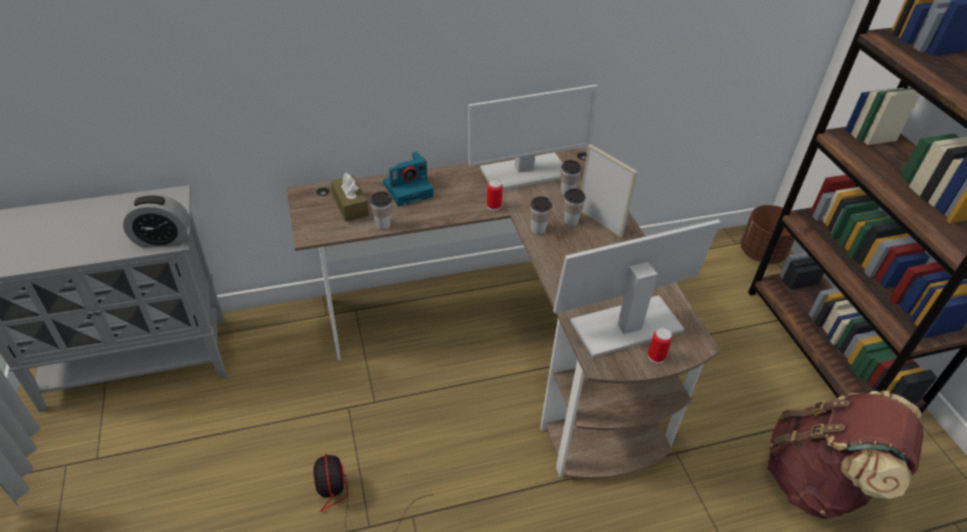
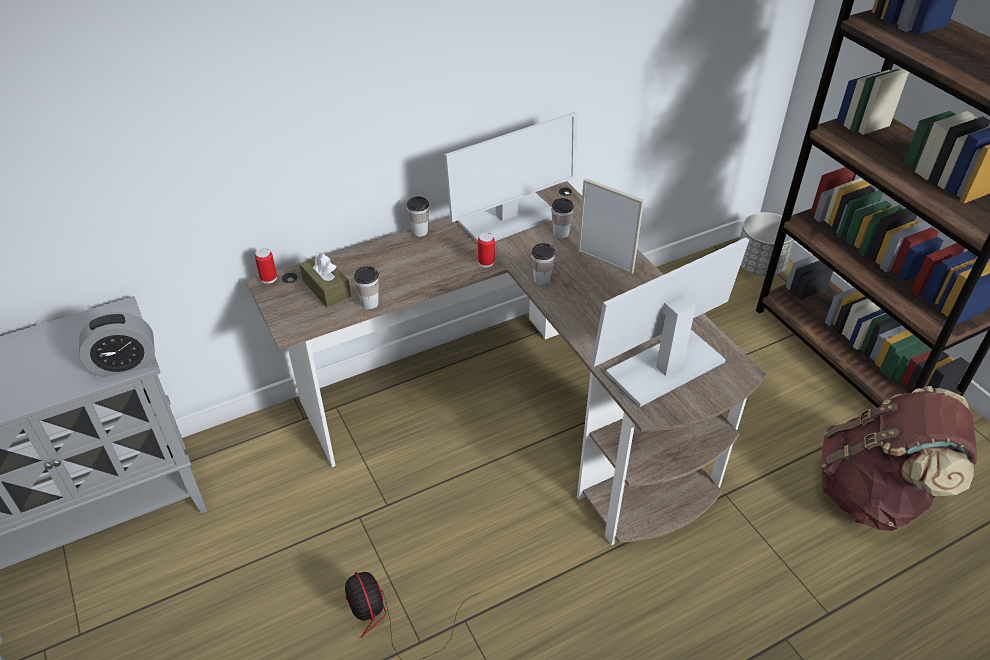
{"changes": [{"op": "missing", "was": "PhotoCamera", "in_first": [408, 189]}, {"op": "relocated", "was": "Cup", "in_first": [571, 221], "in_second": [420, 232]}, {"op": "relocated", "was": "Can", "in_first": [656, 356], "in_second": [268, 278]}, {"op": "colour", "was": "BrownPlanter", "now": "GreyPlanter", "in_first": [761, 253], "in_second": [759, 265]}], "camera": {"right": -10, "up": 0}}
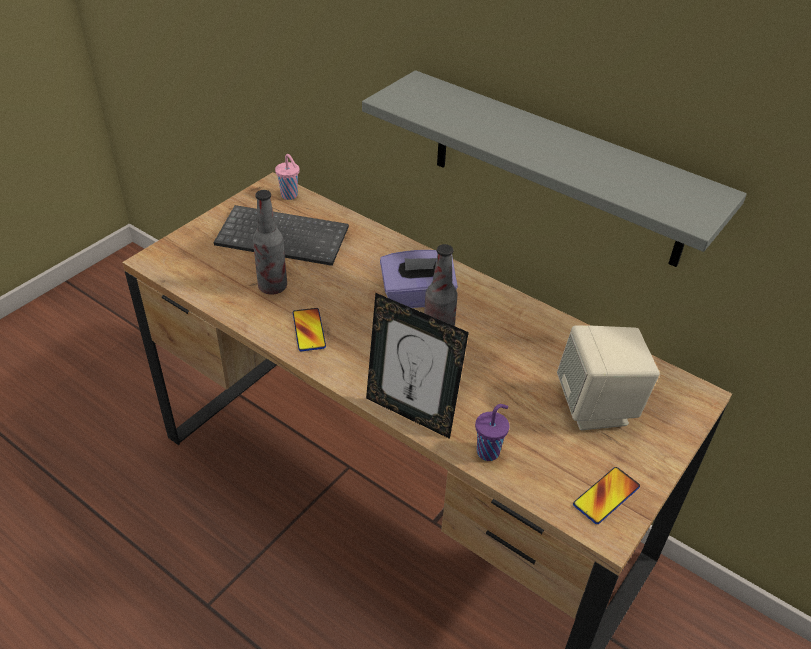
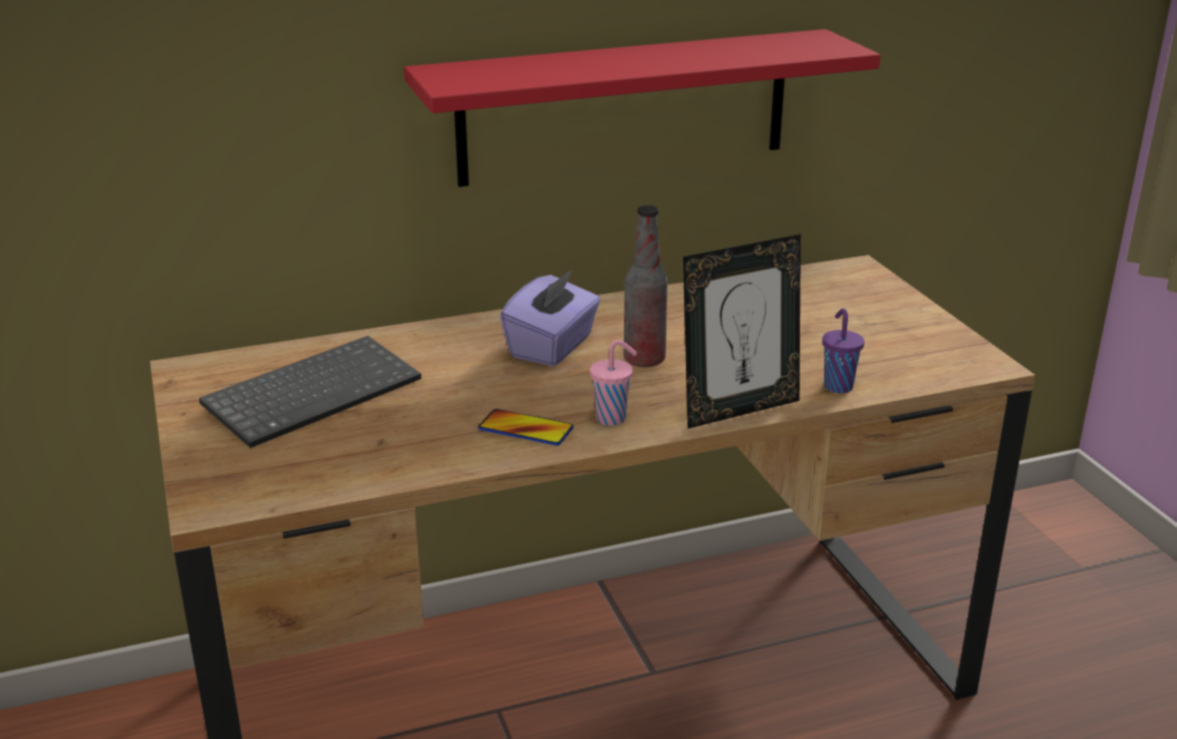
{"changes": [{"op": "missing", "was": "Bottle", "in_first": [272, 287]}, {"op": "relocated", "was": "PinkCup", "in_first": [290, 196], "in_second": [613, 418]}, {"op": "colour", "was": "GreyShelf", "now": "RedShelf", "in_first": [557, 170], "in_second": [624, 107]}, {"op": "missing", "was": "BeigeSpeaker", "in_first": [597, 407]}, {"op": "missing", "was": "Phone", "in_first": [606, 496]}], "camera": {"right": -55, "up": -15}}
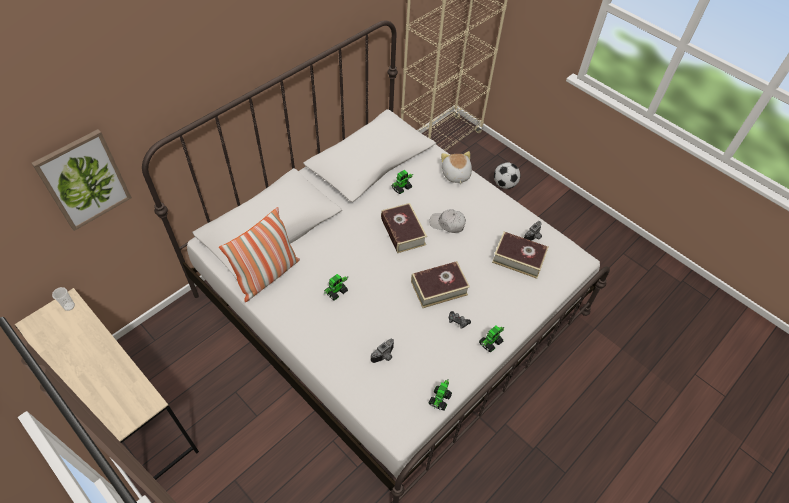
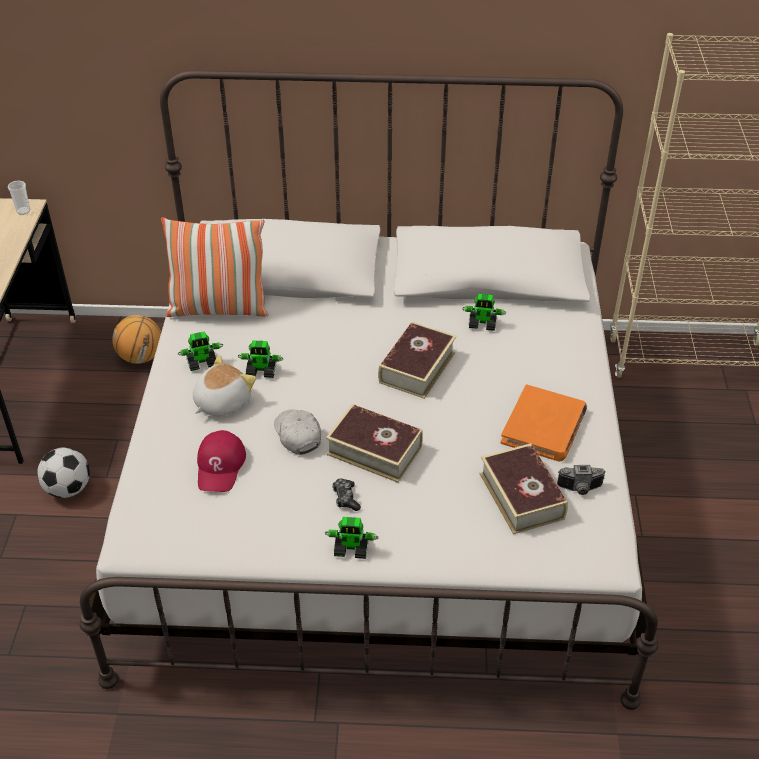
{"changes": [{"op": "missing", "was": "Picture", "in_first": [84, 180]}, {"op": "exchanged", "was": "PhotoCamera", "now": "RedCap", "in_first": [385, 356], "in_second": [220, 466]}, {"op": "relocated", "was": "ToyRobot", "in_first": [440, 399], "in_second": [202, 363]}, {"op": "relocated", "was": "WhiteCap", "in_first": [447, 224], "in_second": [297, 435]}, {"op": "relocated", "was": "PlushToy", "in_first": [455, 174], "in_second": [221, 402]}, {"op": "relocated", "was": "Football", "in_first": [504, 184], "in_second": [68, 489]}, {"op": "appeared", "now": "Basketball", "in_second": [141, 357]}, {"op": "appeared", "now": "OrangeBook", "in_second": [544, 427]}], "camera": {"right": 50, "up": -10}}
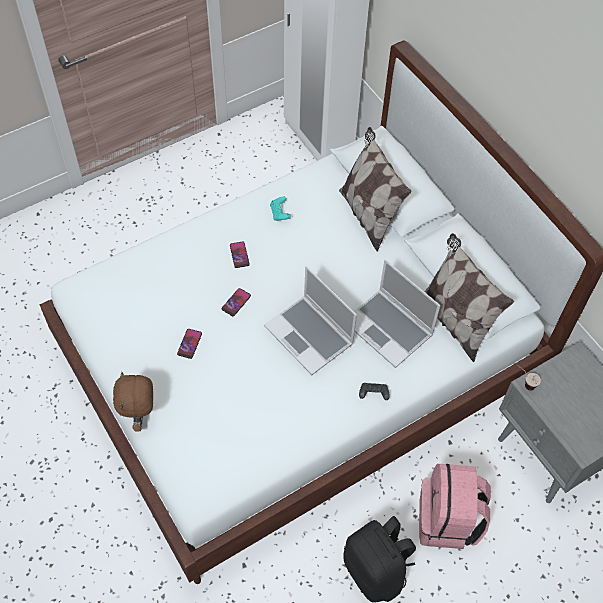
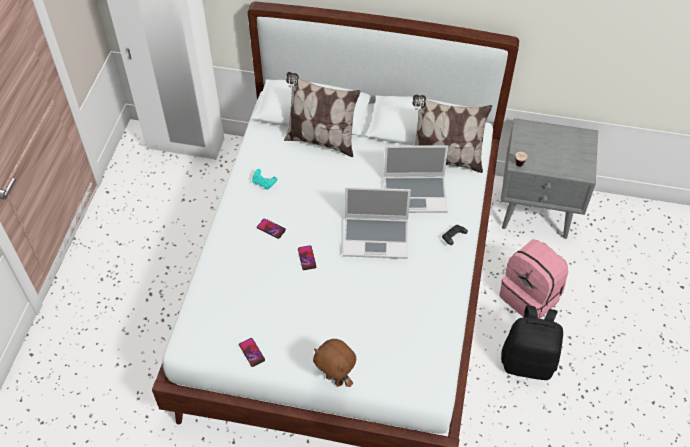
{"changes": [{"op": "relocated", "was": "Phone", "in_first": [189, 344], "in_second": [252, 352]}], "camera": {"right": -45, "up": -5}}
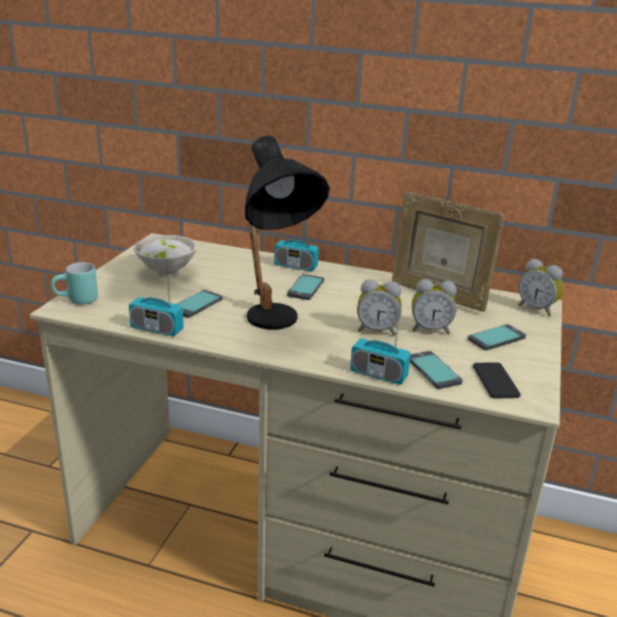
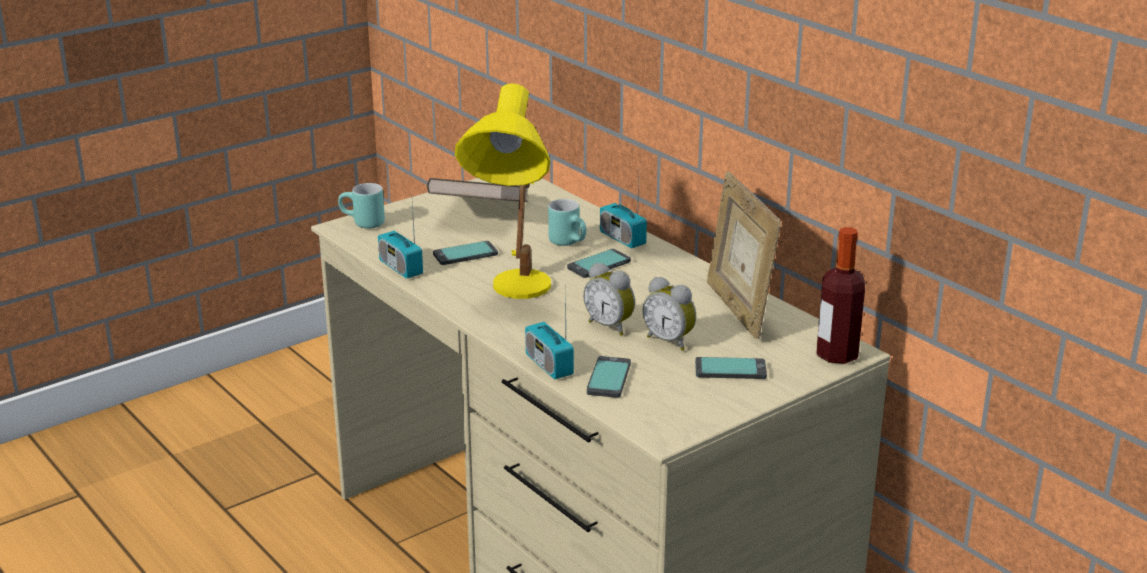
{"changes": [{"op": "exchanged", "was": "WhiteBowl", "now": "BrownBook", "in_first": [167, 272], "in_second": [479, 214]}, {"op": "colour", "was": "BlackTableLamp", "now": "YellowTableLamp", "in_first": [276, 326], "in_second": [513, 295]}, {"op": "missing", "was": "Phone", "in_first": [495, 381]}, {"op": "exchanged", "was": "AlarmClock", "now": "Bottle", "in_first": [537, 309], "in_second": [836, 355]}, {"op": "appeared", "now": "TurquoiseMug", "in_second": [570, 242]}], "camera": {"right": 35, "up": 0}}
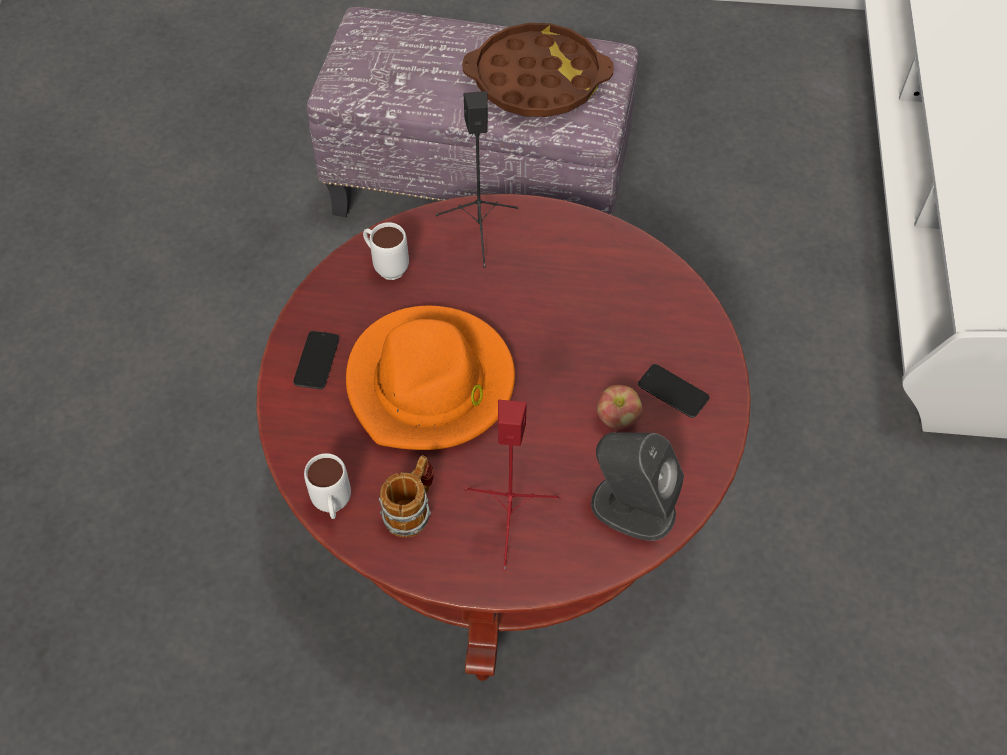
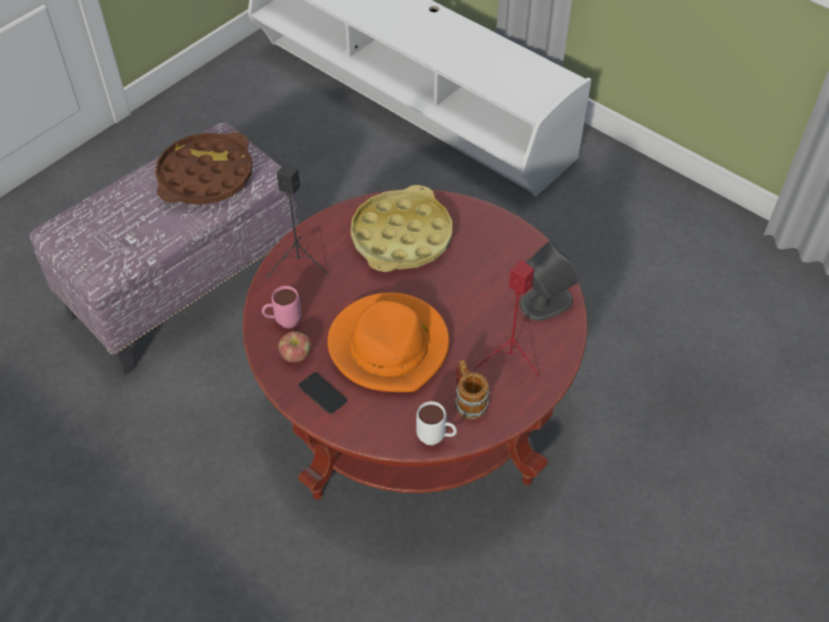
{"changes": [{"op": "colour", "was": "WhiteMug", "now": "PinkMug", "in_first": [386, 266], "in_second": [283, 322]}, {"op": "relocated", "was": "Apple", "in_first": [617, 418], "in_second": [296, 355]}, {"op": "missing", "was": "Phone", "in_first": [673, 391]}, {"op": "appeared", "now": "YellowTray", "in_second": [401, 237]}], "camera": {"right": -55, "up": -5}}
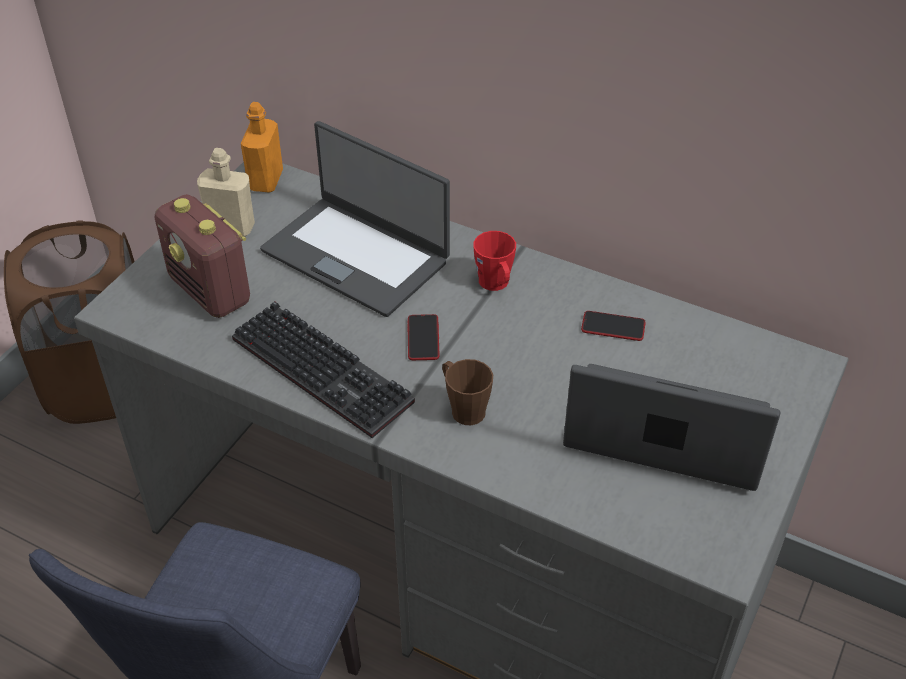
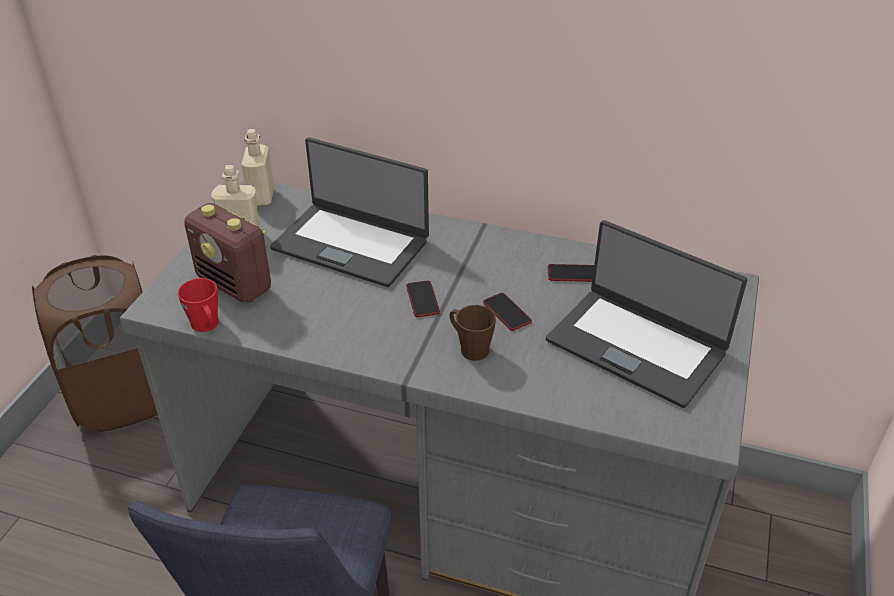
{"changes": [{"op": "missing", "was": "Keyboard", "in_first": [326, 370]}, {"op": "colour", "was": "OrangeBottle", "now": "BeigeBottle", "in_first": [266, 180], "in_second": [261, 196]}, {"op": "relocated", "was": "RedMug", "in_first": [496, 284], "in_second": [206, 326]}, {"op": "spun", "was": "Laptop", "in_first": [666, 431], "in_second": [636, 345], "clockwise": -150}, {"op": "appeared", "now": "Phone", "in_second": [507, 312]}], "camera": {"right": -10, "up": -5}}
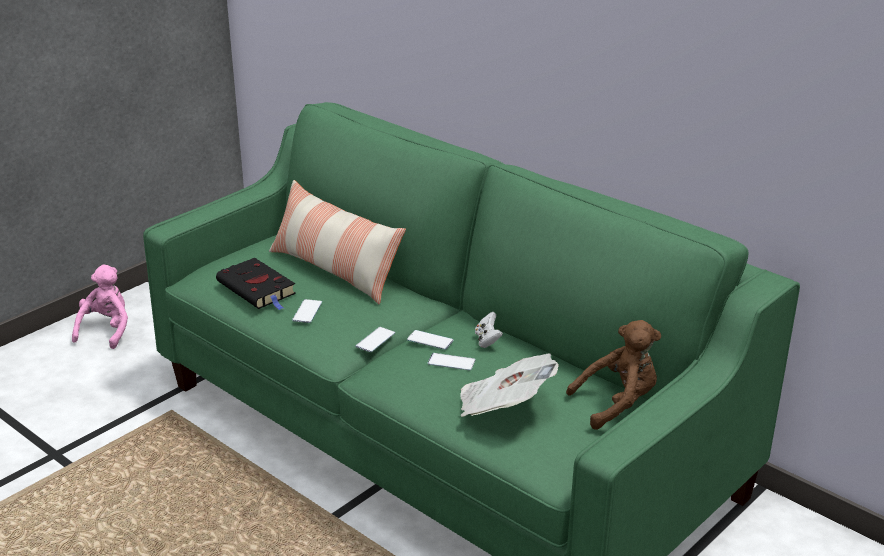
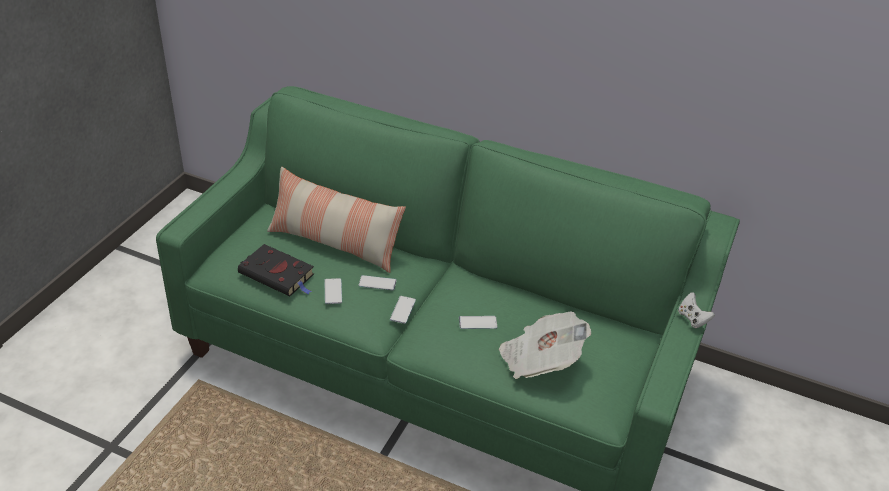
{"changes": [{"op": "missing", "was": "PinkPlushToy", "in_first": [106, 330]}, {"op": "relocated", "was": "Phone", "in_first": [430, 340], "in_second": [377, 283]}, {"op": "relocated", "was": "WhiteGameController", "in_first": [487, 340], "in_second": [692, 319]}, {"op": "missing", "was": "BrownPlushToy", "in_first": [617, 404]}], "camera": {"right": -20, "up": 10}}
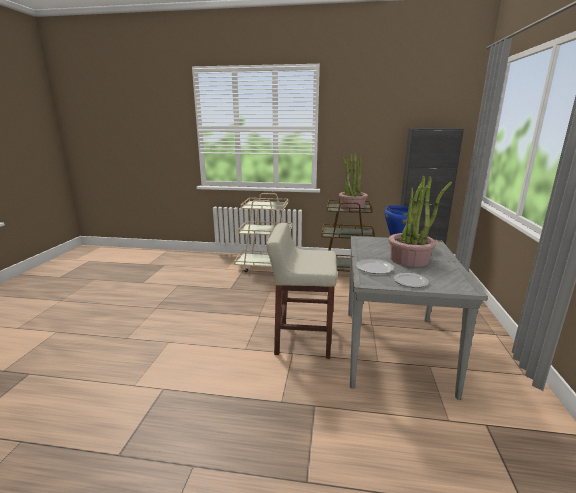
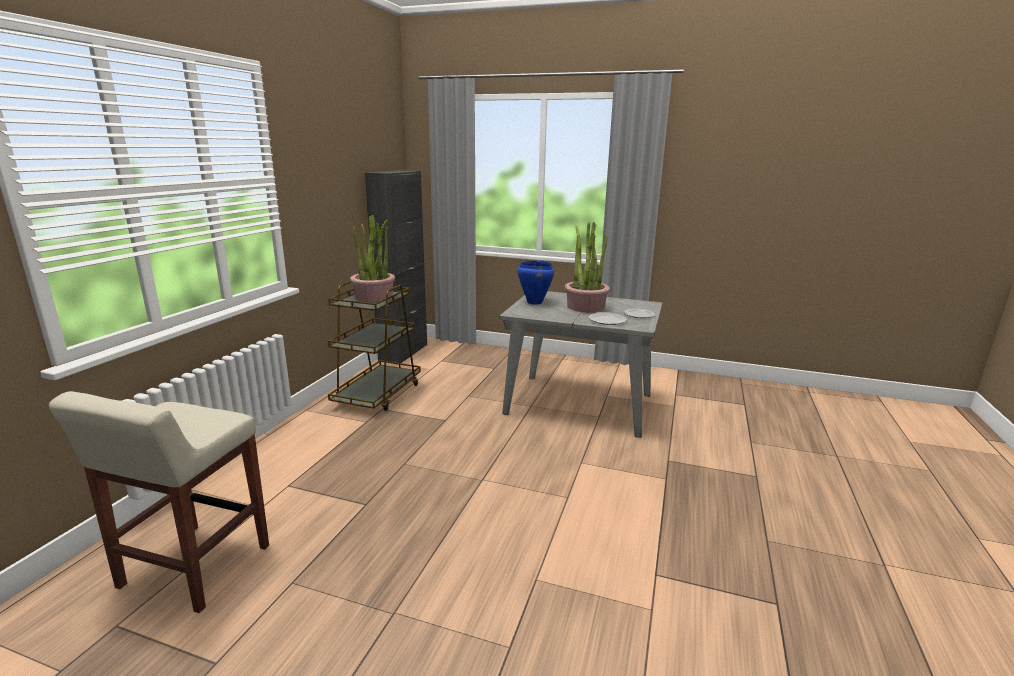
{"changes": [{"op": "missing", "was": "BeigeCart", "in_first": [267, 266]}, {"op": "relocated", "was": "BeigeStool", "in_first": [302, 339], "in_second": [194, 567]}], "camera": {"right": -80, "up": 0}}
